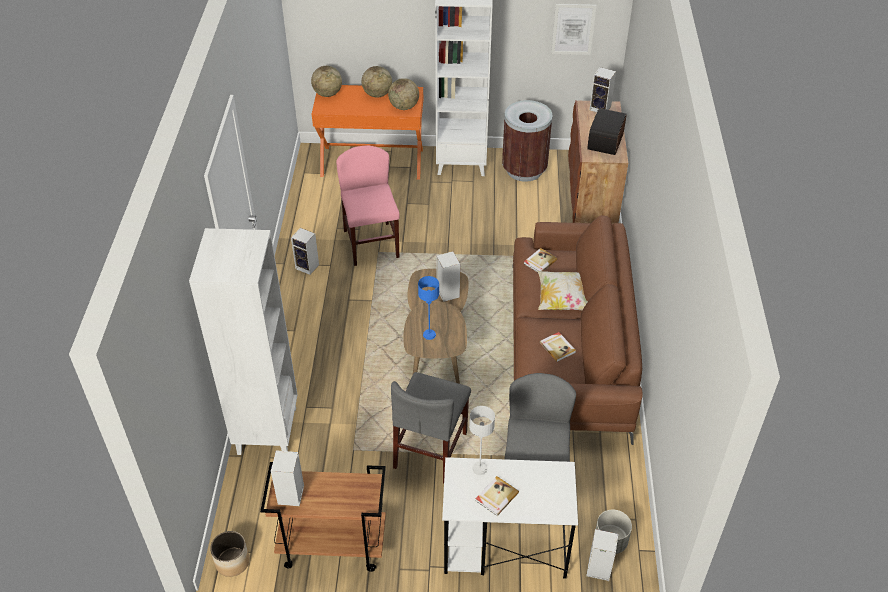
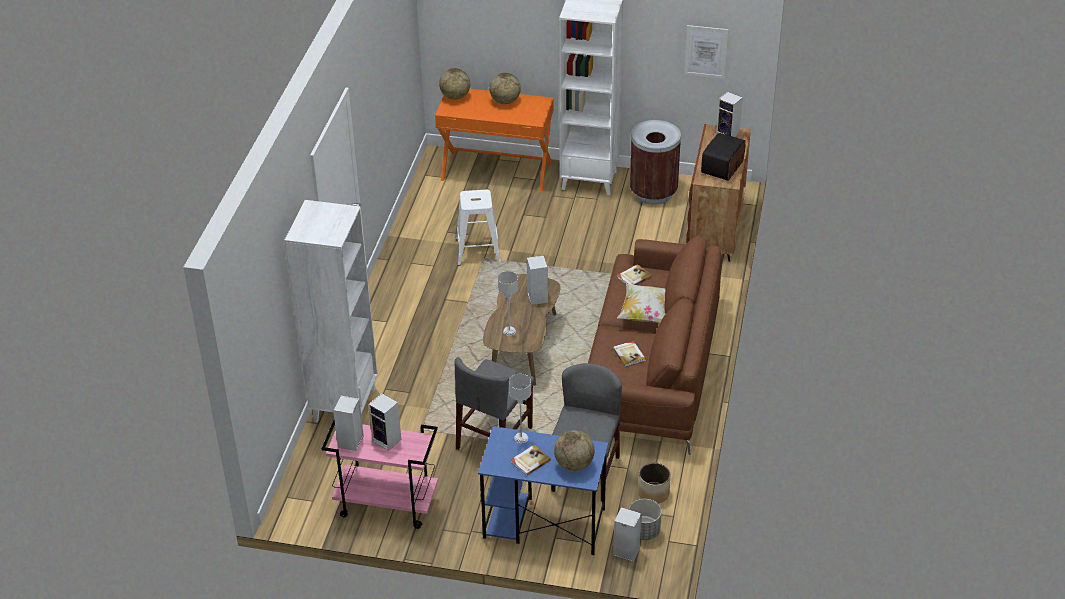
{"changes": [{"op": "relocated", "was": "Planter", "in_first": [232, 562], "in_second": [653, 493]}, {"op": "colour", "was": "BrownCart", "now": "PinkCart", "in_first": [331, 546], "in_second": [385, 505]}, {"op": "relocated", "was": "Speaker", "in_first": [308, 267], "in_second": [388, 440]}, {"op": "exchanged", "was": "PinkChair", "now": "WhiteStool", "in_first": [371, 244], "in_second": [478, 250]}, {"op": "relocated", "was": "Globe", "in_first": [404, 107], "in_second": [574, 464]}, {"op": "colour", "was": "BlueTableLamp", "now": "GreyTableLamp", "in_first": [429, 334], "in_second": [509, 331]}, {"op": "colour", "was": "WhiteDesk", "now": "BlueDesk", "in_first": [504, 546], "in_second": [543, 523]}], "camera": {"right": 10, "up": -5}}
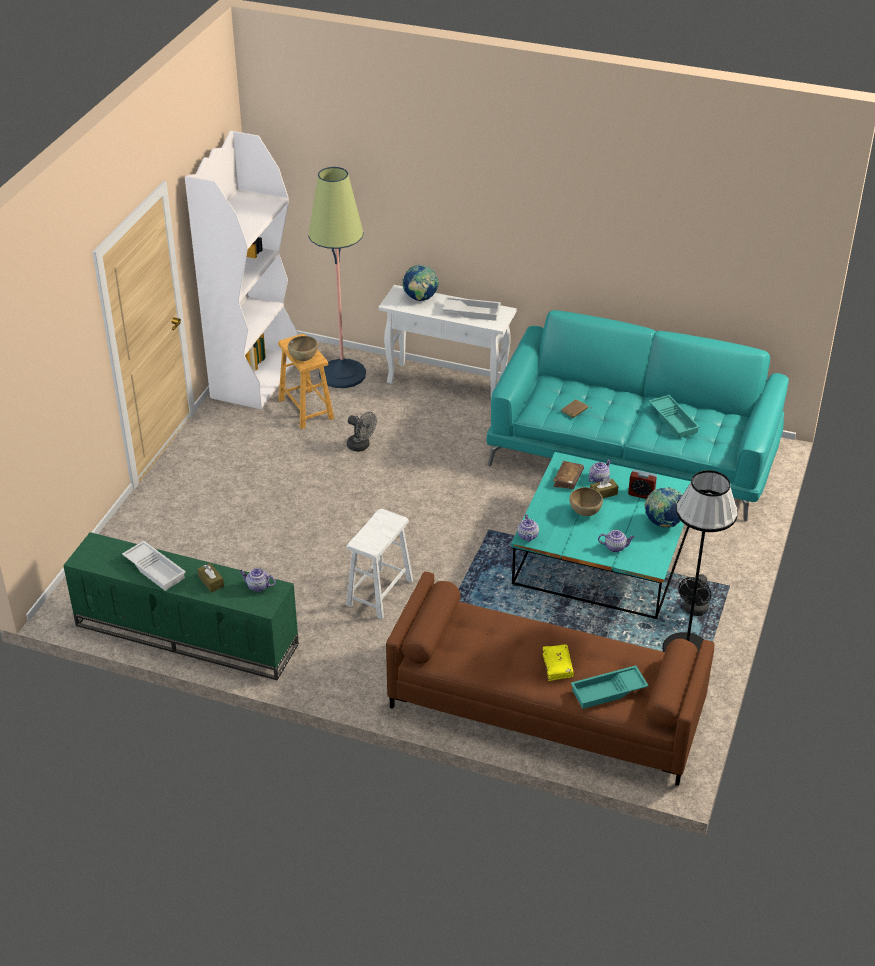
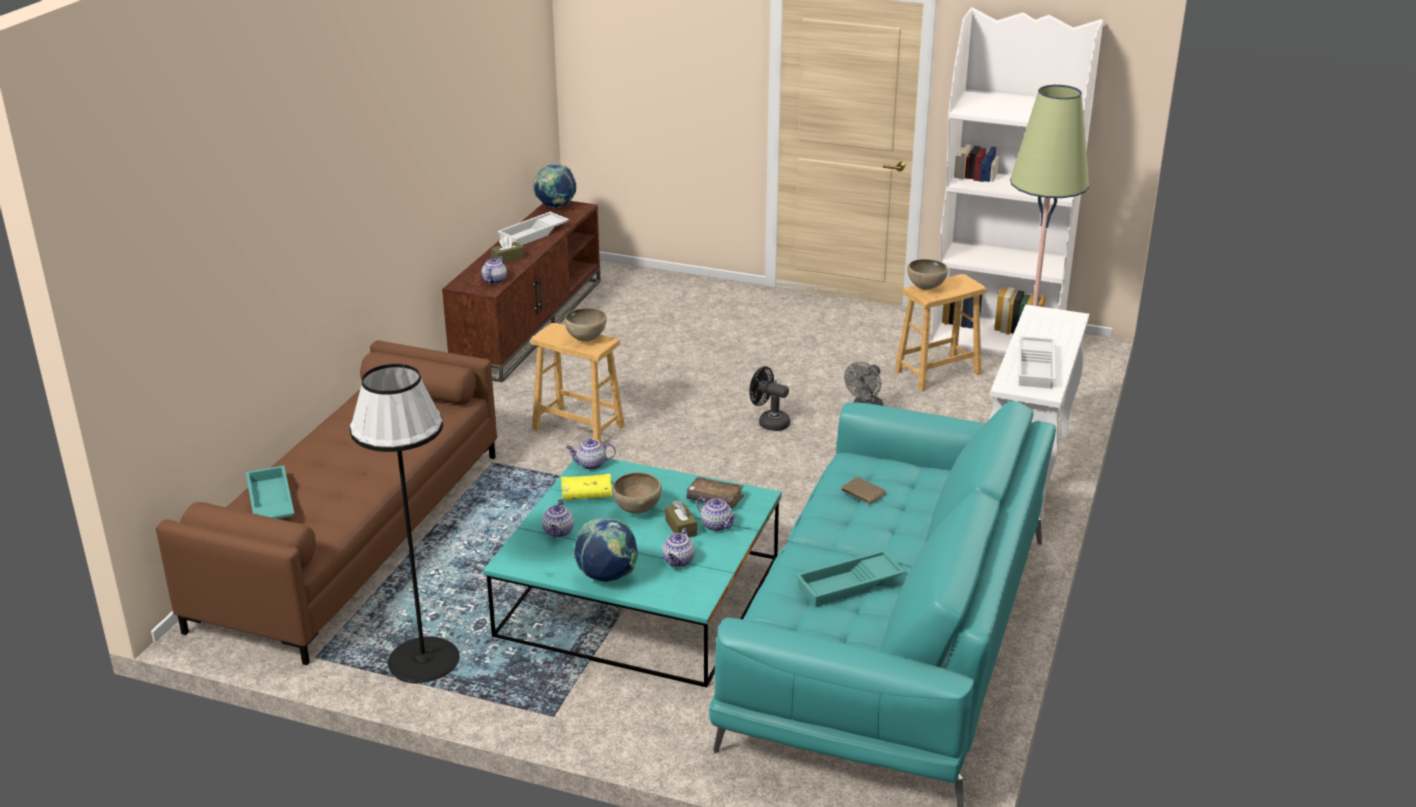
{"changes": [{"op": "colour", "was": "GreenTvStand", "now": "BrownTvStand", "in_first": [184, 635], "in_second": [528, 324]}, {"op": "colour", "was": "WhiteStool", "now": "BrownStool", "in_first": [380, 593], "in_second": [578, 427]}, {"op": "relocated", "was": "Globe", "in_first": [420, 299], "in_second": [555, 207]}, {"op": "relocated", "was": "YellowBook", "in_first": [557, 666], "in_second": [586, 494]}, {"op": "exchanged", "was": "AlarmClock", "now": "Teapot", "in_first": [641, 494], "in_second": [678, 561]}, {"op": "relocated", "was": "BlackFan", "in_first": [694, 610], "in_second": [769, 422]}, {"op": "appeared", "now": "BrownBowl", "in_second": [586, 339]}], "camera": {"right": 90, "up": -10}}
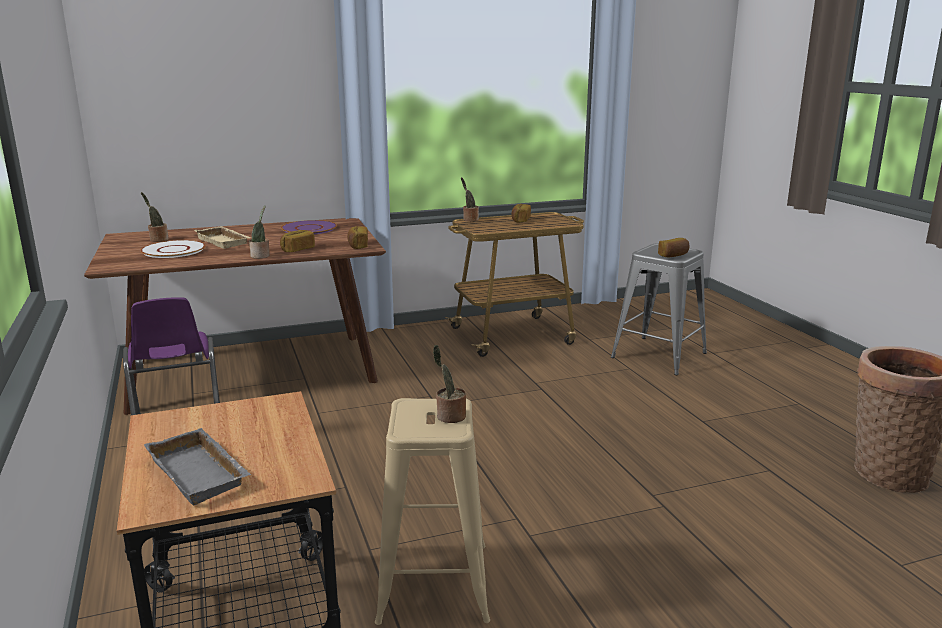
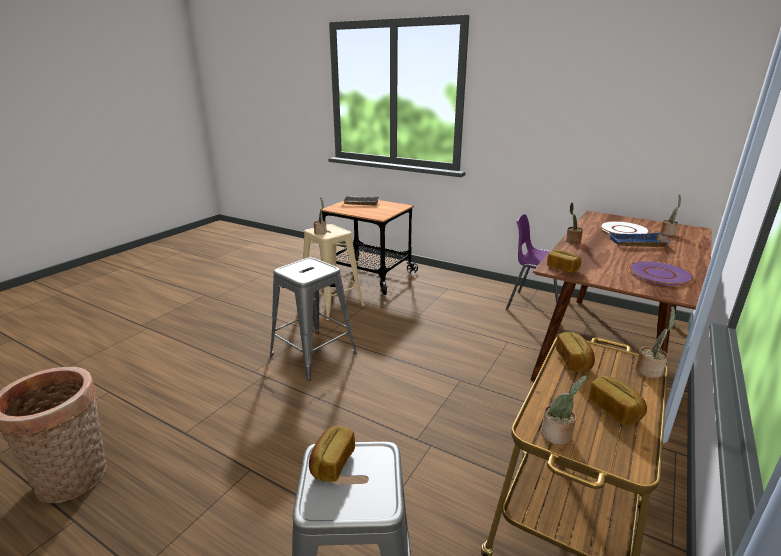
{"changes": [{"op": "colour", "was": "BeigeTray", "now": "BlueTray", "in_first": [225, 241], "in_second": [637, 244]}, {"op": "relocated", "was": "Bread", "in_first": [297, 249], "in_second": [574, 361]}, {"op": "appeared", "now": "GreyStool", "in_second": [313, 354]}, {"op": "appeared", "now": "PottedPlant", "in_second": [557, 436]}], "camera": {"right": 140, "up": 5}}
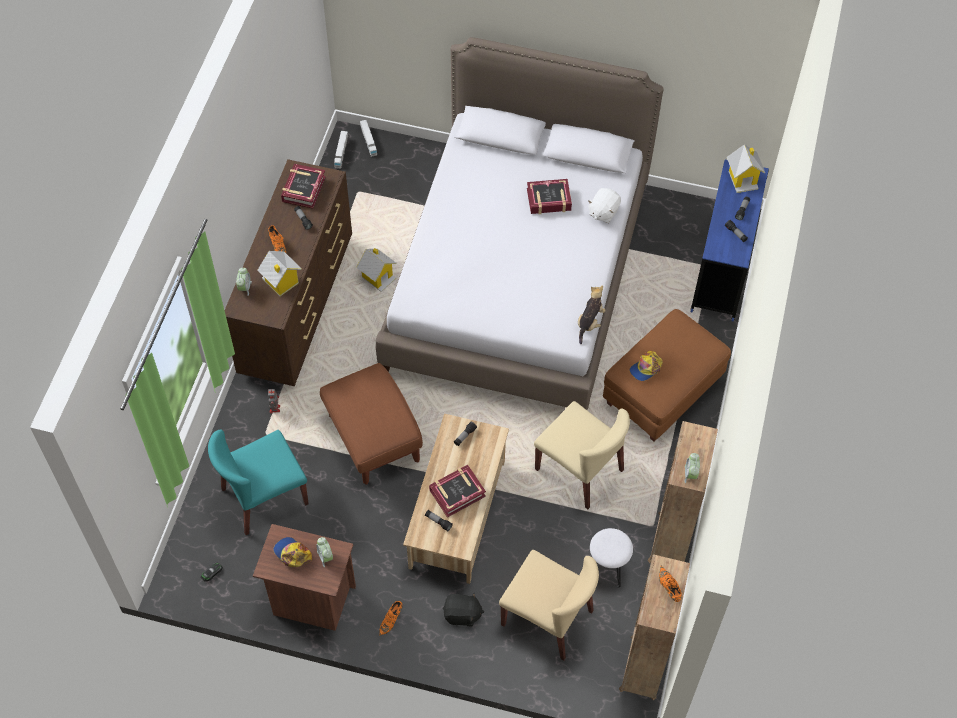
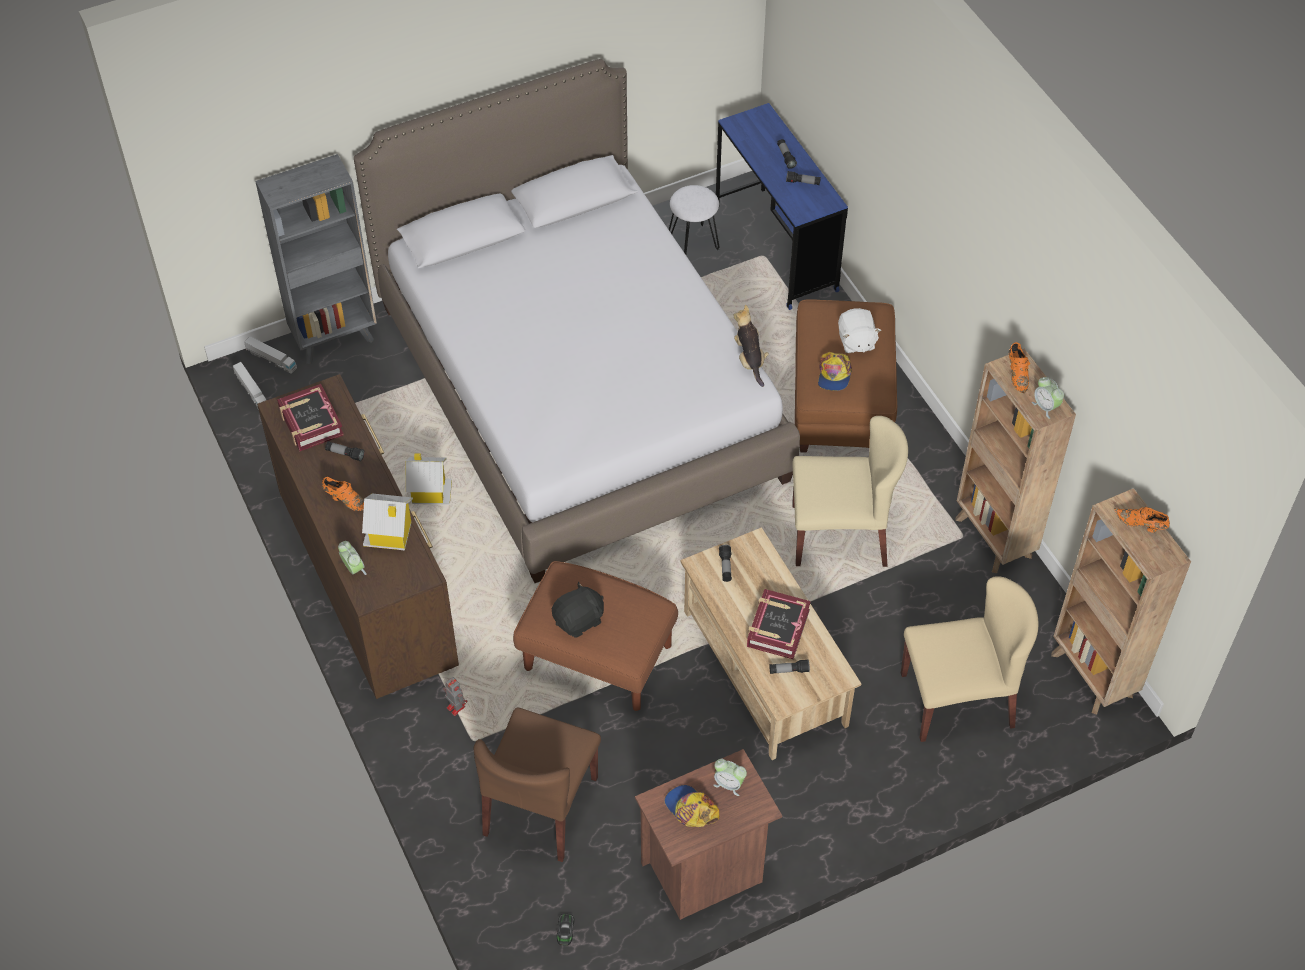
{"changes": [{"op": "colour", "was": "TurquoiseChair", "now": "BrownChair", "in_first": [264, 497], "in_second": [541, 807]}, {"op": "spun", "was": "Cap", "in_first": [292, 554], "in_second": [691, 809], "clockwise": 45}, {"op": "relocated", "was": "OrangeShoe", "in_first": [391, 620], "in_second": [1017, 374]}, {"op": "relocated", "was": "BlackPlushToy", "in_first": [462, 615], "in_second": [579, 620]}, {"op": "missing", "was": "Book", "in_first": [549, 200]}, {"op": "relocated", "was": "WhitePlushToy", "in_first": [603, 212], "in_second": [856, 341]}, {"op": "relocated", "was": "WhiteStool", "in_first": [607, 568], "in_second": [693, 243]}, {"op": "missing", "was": "ToyHouse", "in_first": [743, 179]}, {"op": "appeared", "now": "GreyBookcase", "in_second": [335, 338]}], "camera": {"right": -40, "up": -5}}
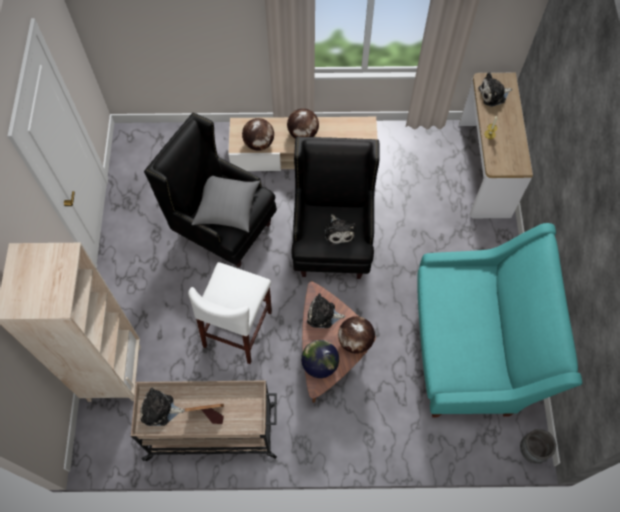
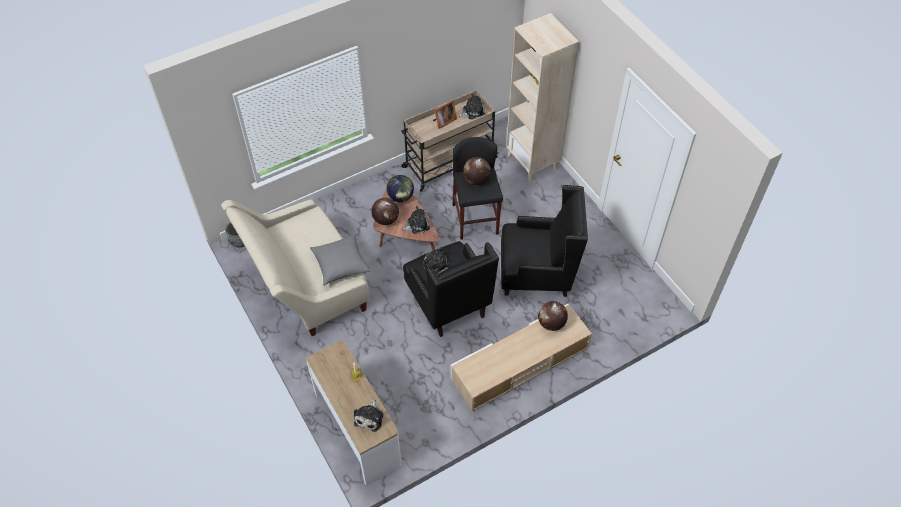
{"changes": [{"op": "colour", "was": "WhiteStool", "now": "BlackStool", "in_first": [238, 329], "in_second": [475, 219]}, {"op": "relocated", "was": "GreyPillow", "in_first": [227, 208], "in_second": [340, 264]}, {"op": "relocated", "was": "Globe", "in_first": [303, 134], "in_second": [476, 180]}, {"op": "colour", "was": "TurquoiseSofa", "now": "BeigeSofa", "in_first": [473, 345], "in_second": [305, 284]}, {"op": "spun", "was": "PlushToy", "in_first": [493, 94], "in_second": [370, 417], "clockwise": 150}], "camera": {"right": 150, "up": -10}}
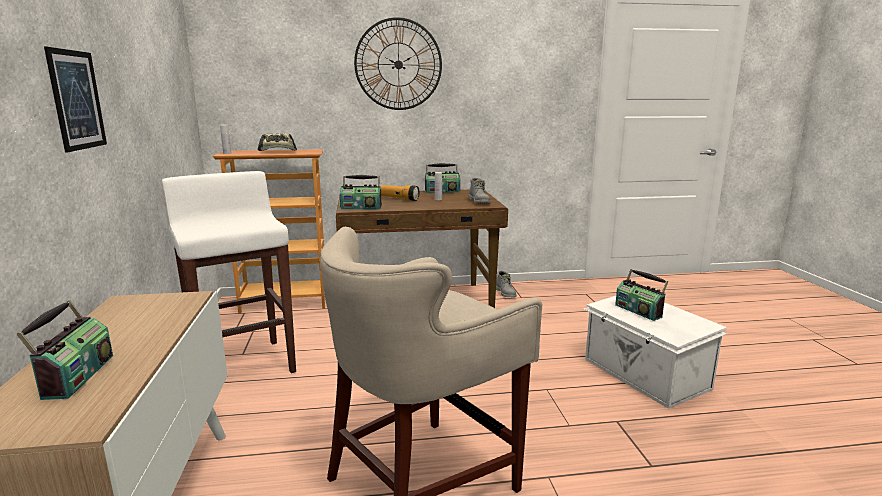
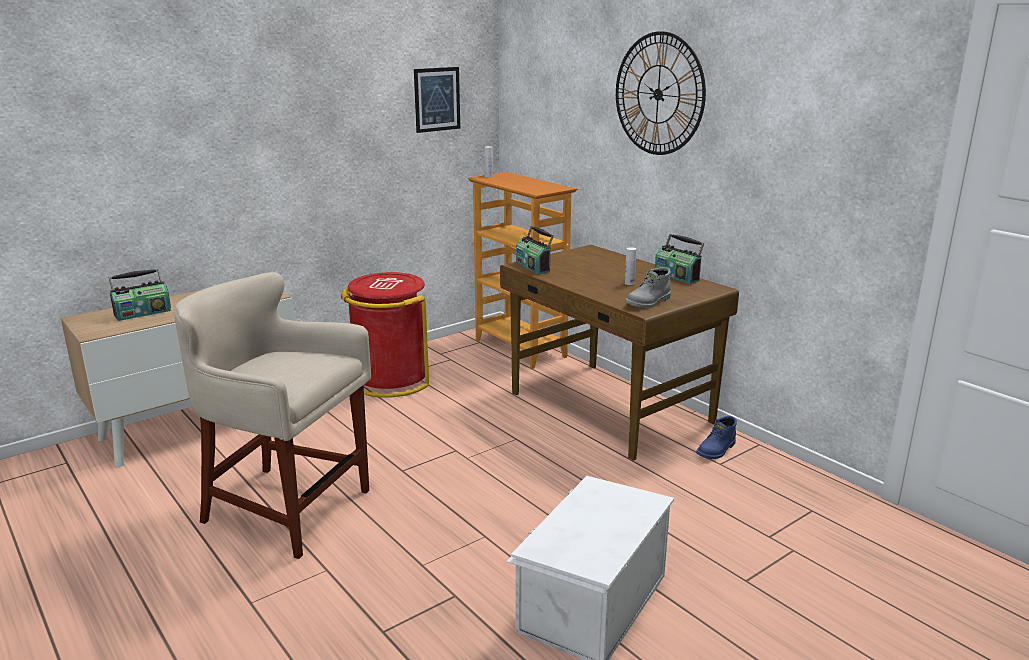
{"changes": [{"op": "relocated", "was": "Picture", "in_first": [77, 100], "in_second": [437, 99]}, {"op": "exchanged", "was": "WhiteStool", "now": "RedTrashCan", "in_first": [243, 365], "in_second": [390, 380]}, {"op": "missing", "was": "Cap", "in_first": [278, 152]}, {"op": "missing", "was": "Flashlight", "in_first": [399, 199]}, {"op": "colour", "was": "GreyBoot", "now": "BlueBoot", "in_first": [506, 293], "in_second": [717, 450]}, {"op": "missing", "was": "Radio", "in_first": [639, 311]}], "camera": {"right": 60, "up": 5}}
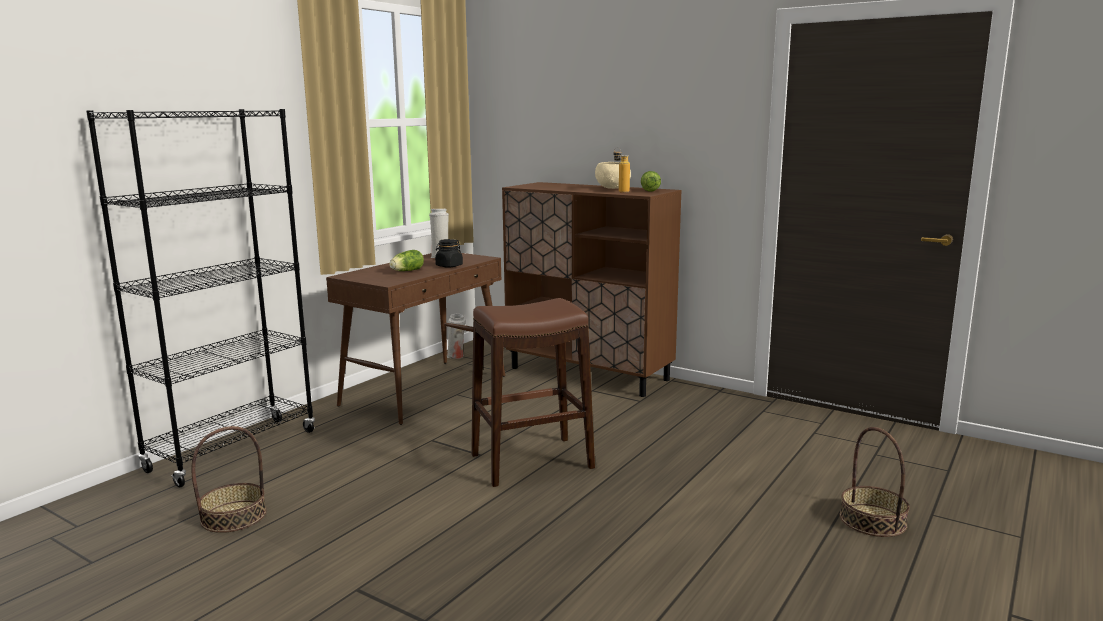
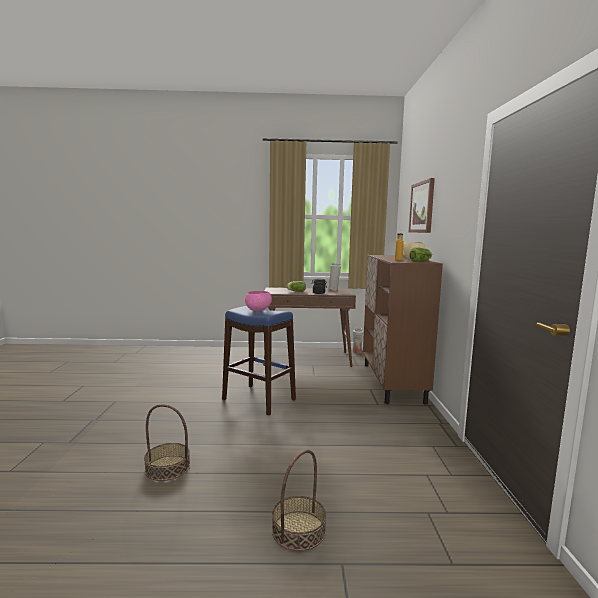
{"changes": [{"op": "missing", "was": "BlackBookcase", "in_first": [233, 451]}, {"op": "relocated", "was": "Basket", "in_first": [234, 516], "in_second": [168, 468]}, {"op": "colour", "was": "BrownStool", "now": "BlueStool", "in_first": [532, 461], "in_second": [259, 399]}, {"op": "appeared", "now": "PinkBowl", "in_second": [258, 310]}, {"op": "appeared", "now": "Picture", "in_second": [422, 207]}], "camera": {"right": 55, "up": -5}}
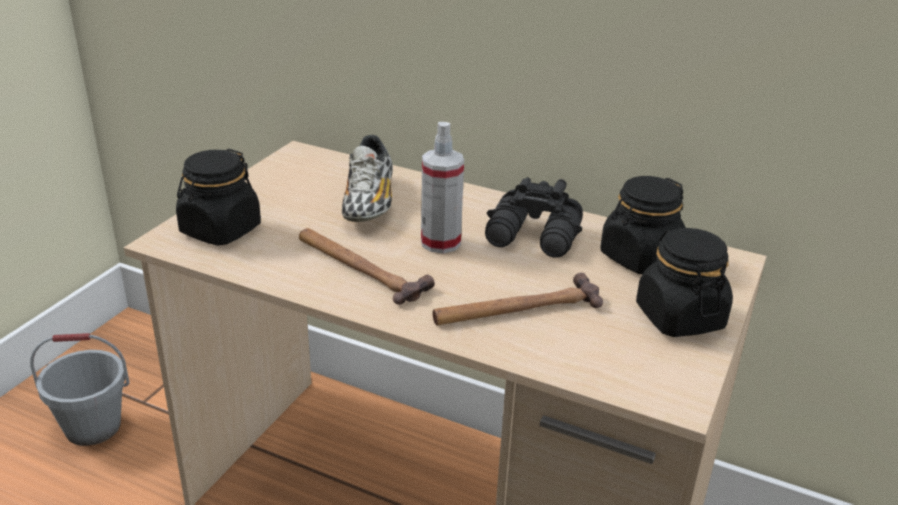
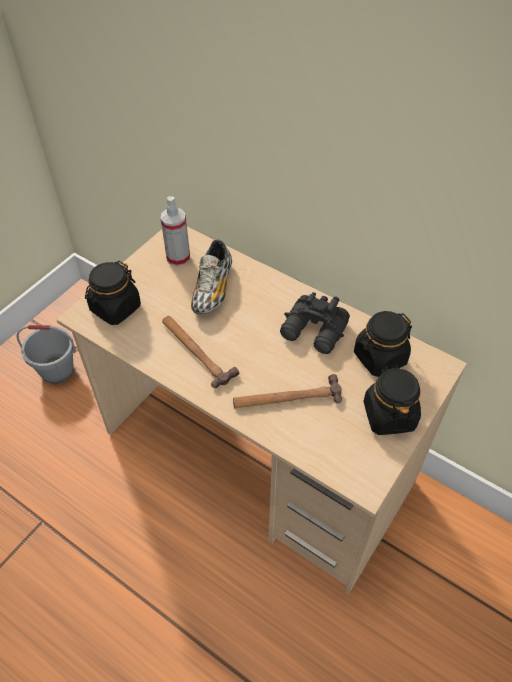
{"changes": [{"op": "relocated", "was": "SprayBottle", "in_first": [440, 242], "in_second": [178, 258]}], "camera": {"right": 10, "up": 20}}
